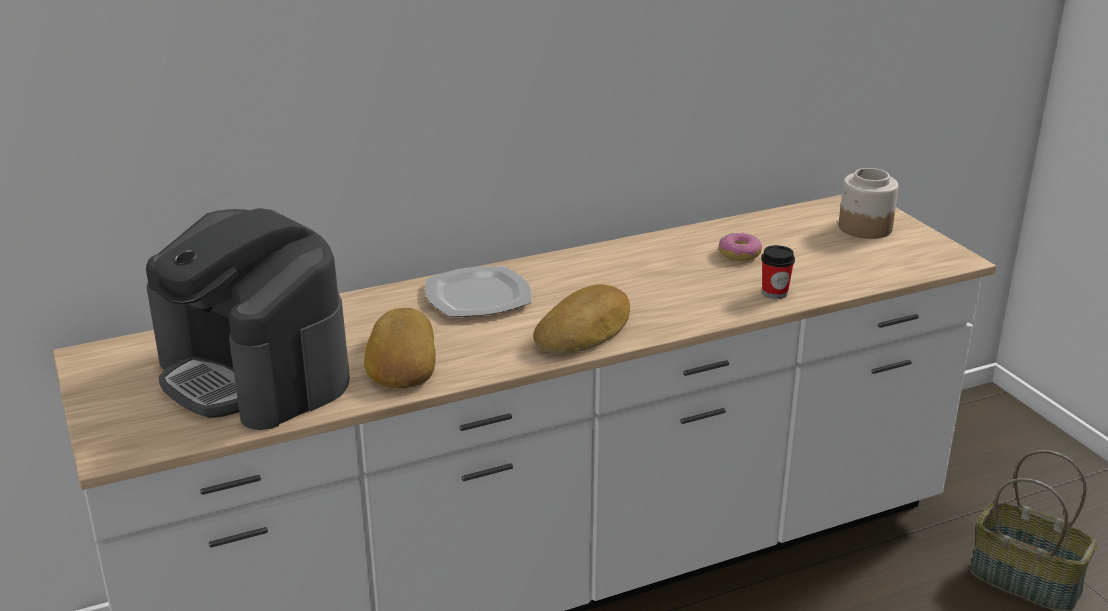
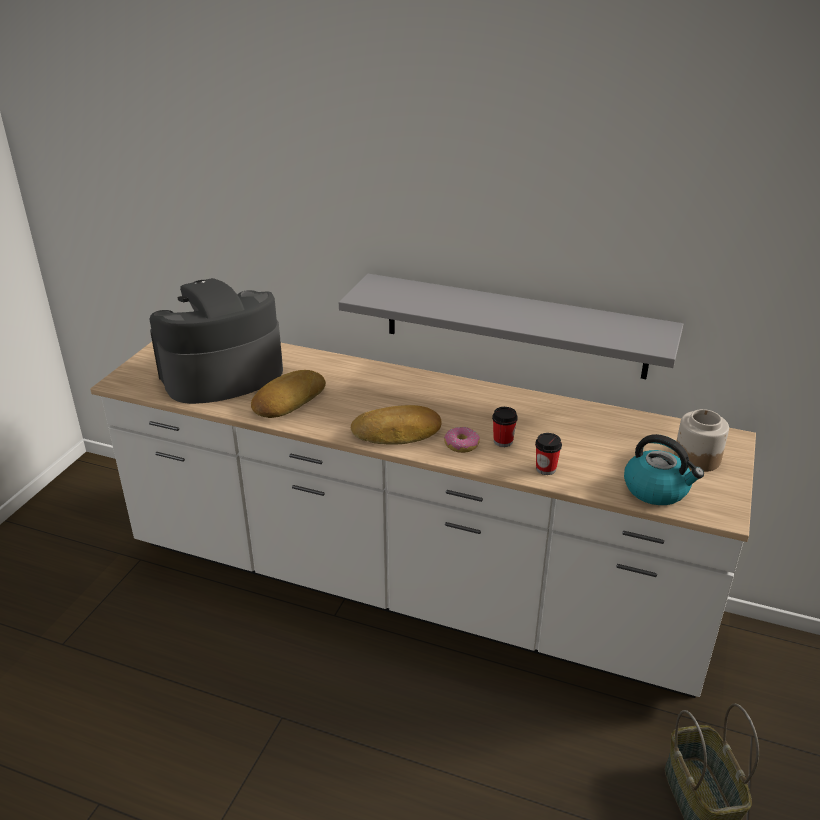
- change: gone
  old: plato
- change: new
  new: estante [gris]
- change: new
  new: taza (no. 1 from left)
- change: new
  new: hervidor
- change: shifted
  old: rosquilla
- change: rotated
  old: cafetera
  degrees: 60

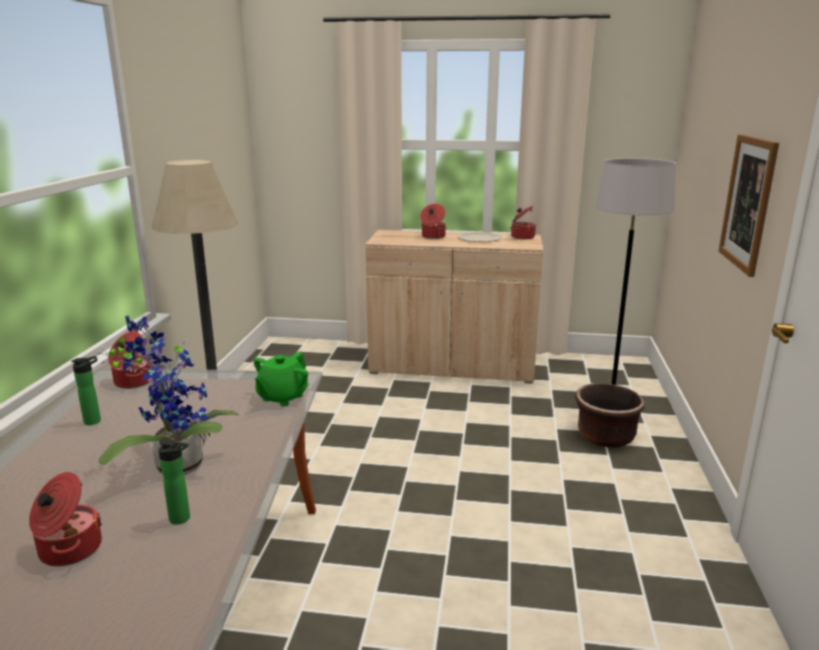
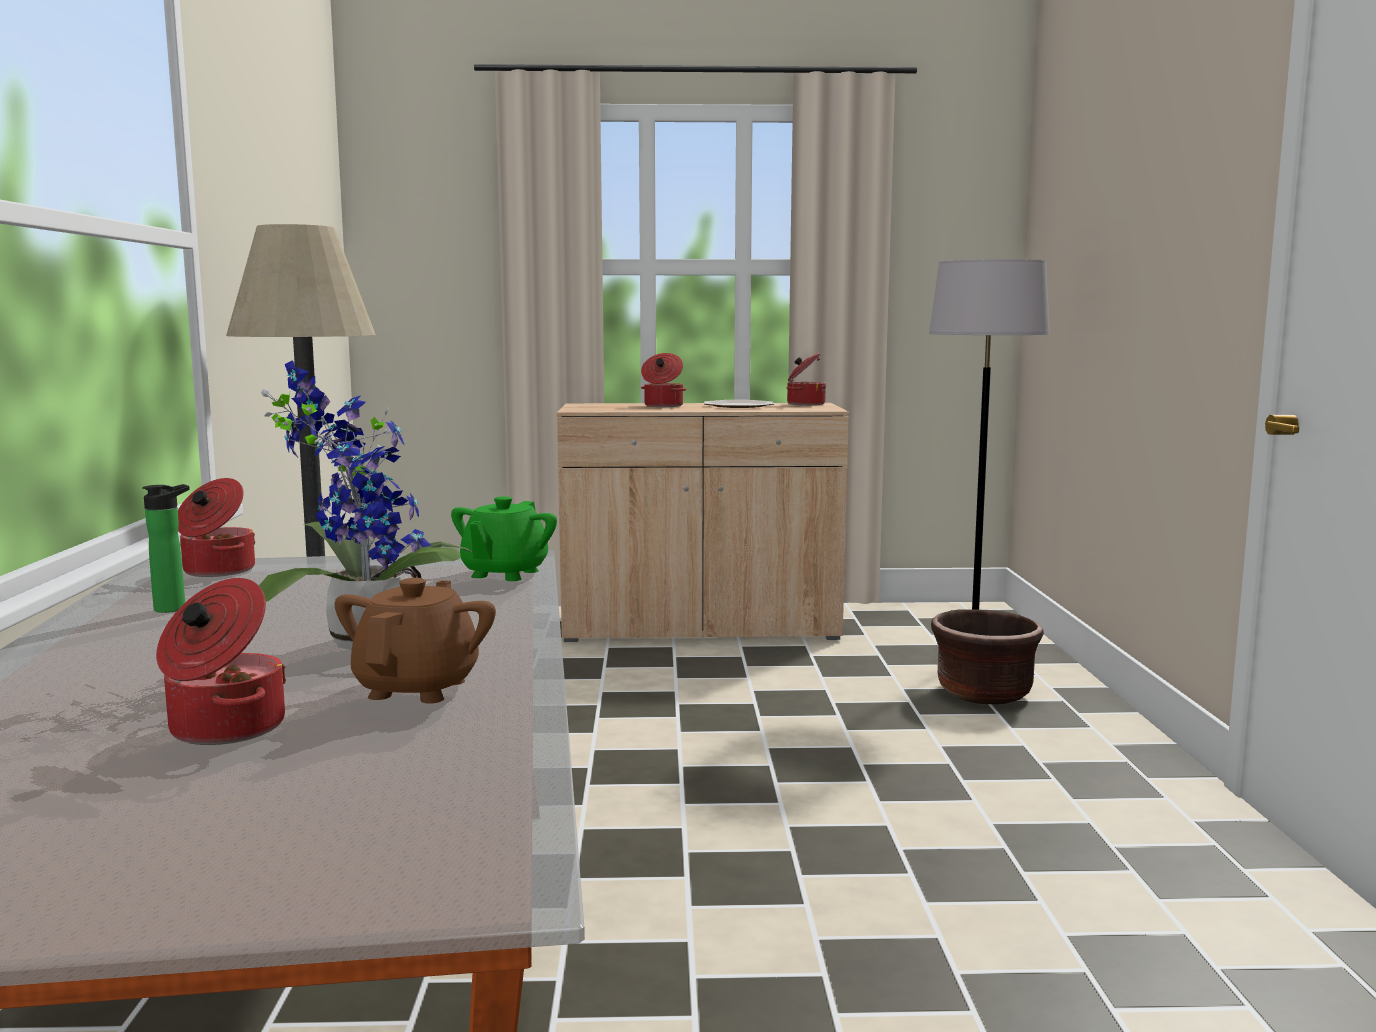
- change: gone
  old: cuadro
- change: swapped
  old: botella (no. 2 from left)
  new: tetera [marrón]

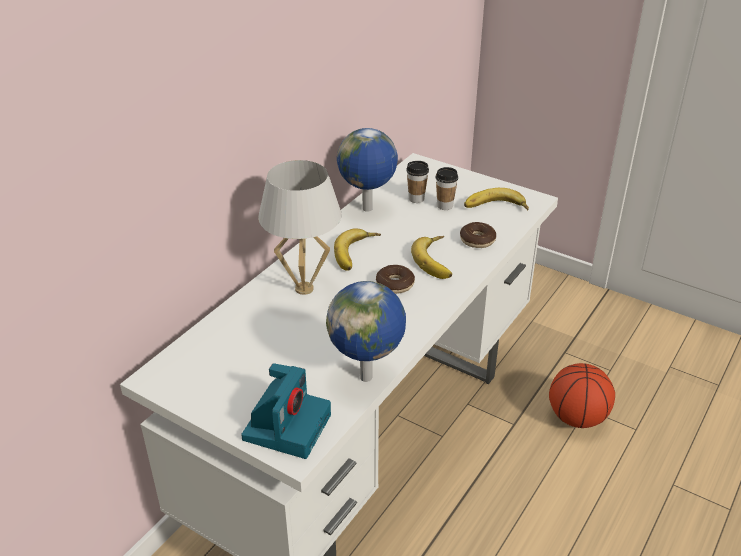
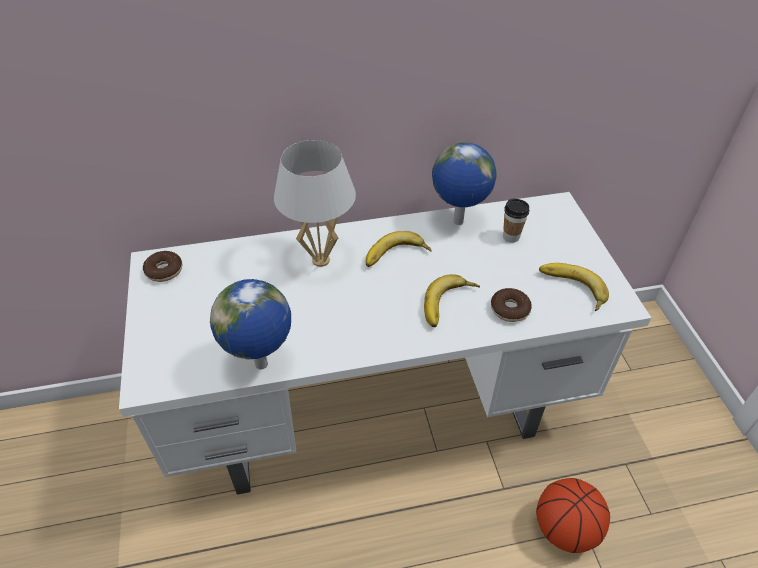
- change: gone
  old: cámara
- change: gone
  old: taza (no. 2 from left)
- change: shifted
  old: rosquilla (no. 1 from left)

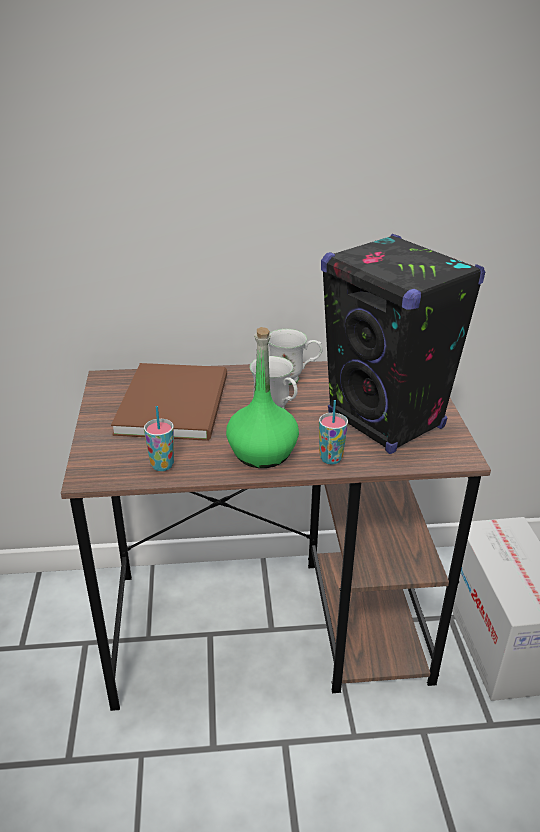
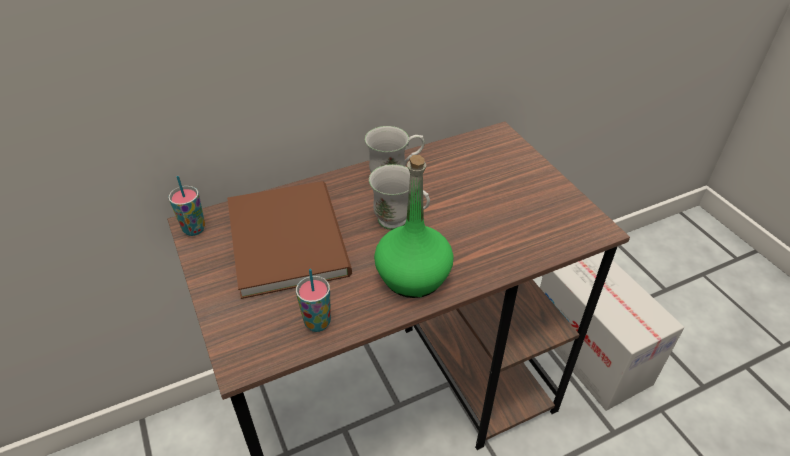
- change: gone
  old: altavoz [negro]
- change: shifted
  old: taza (no. 2 from left in the first image)
  new: taza (no. 1 from left)

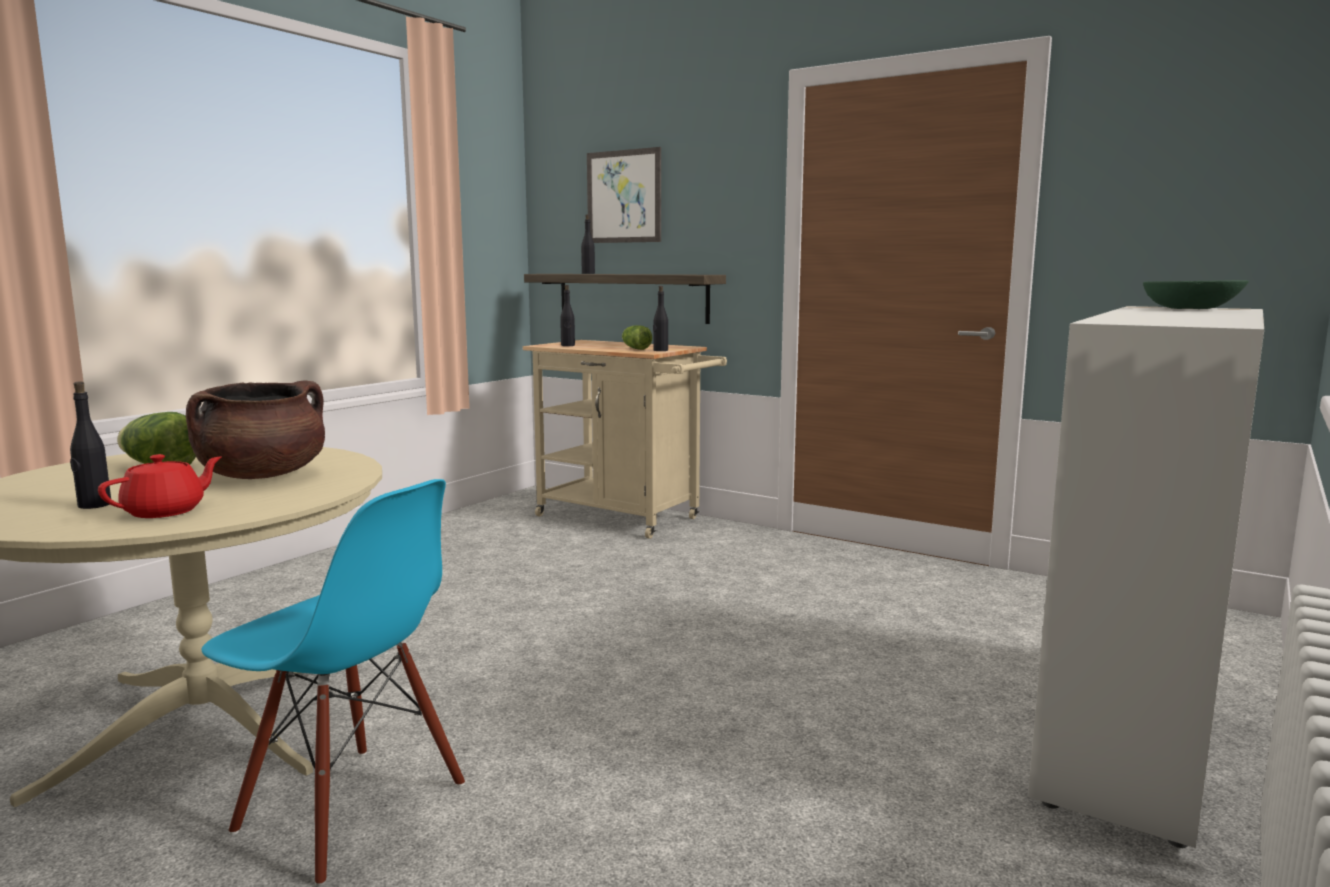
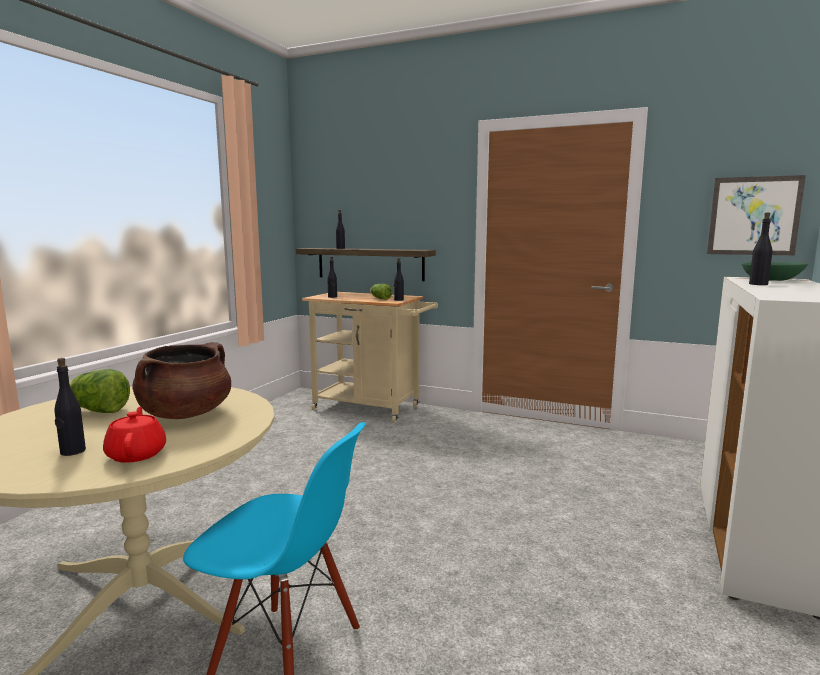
- change: new
  new: botella [negro] (no. 5 from left)
- change: shifted
  old: cuadro
- change: rotated
  old: tetera [rojo]
  degrees: -45

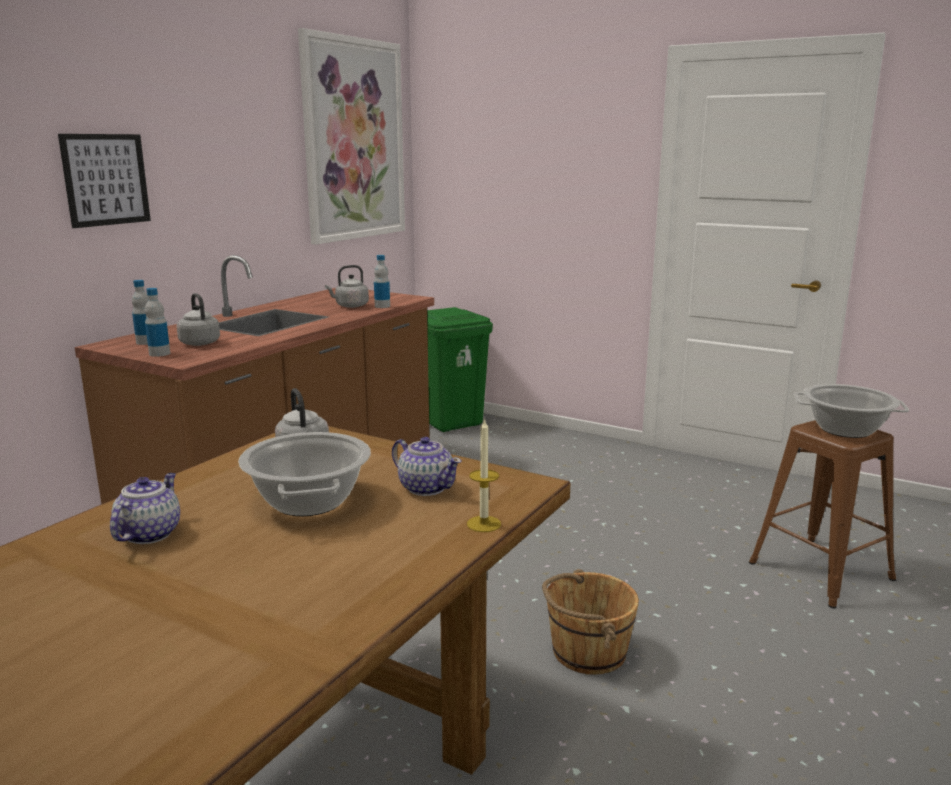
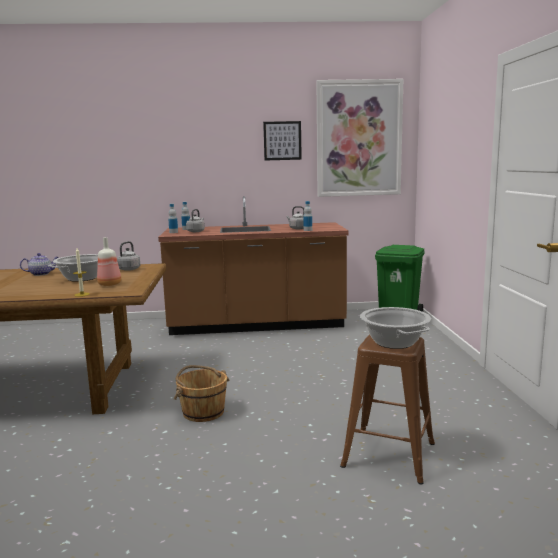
- change: shifted
  old: cuadro (no. 1 from left)
- change: swapped
  old: tetera (no. 2 from left)
  new: botella (no. 1 from left)

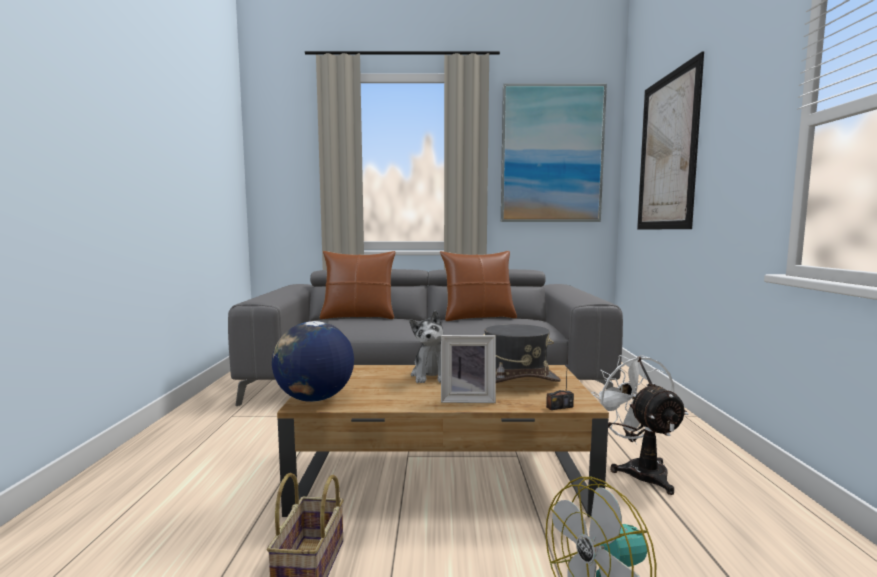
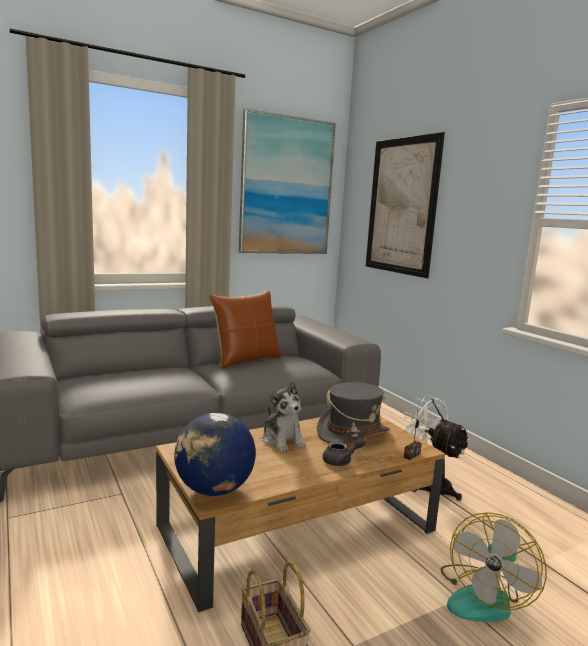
- change: gone
  old: cojín [marrón] (no. 1 from left)
- change: swapped
  old: portarretratos
  new: tetera [gris]

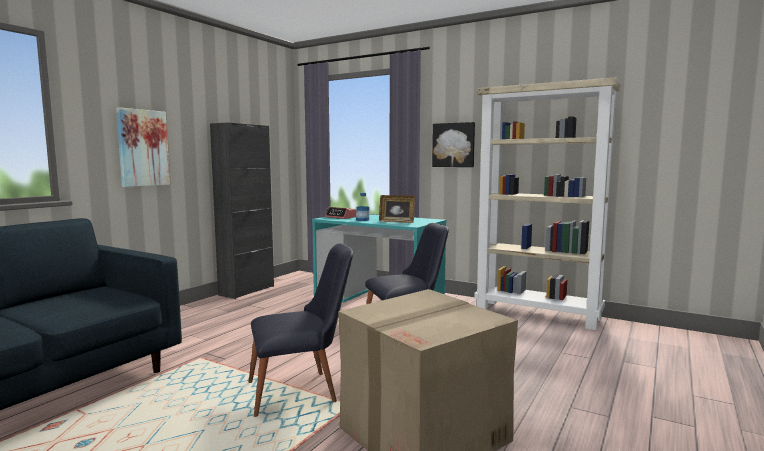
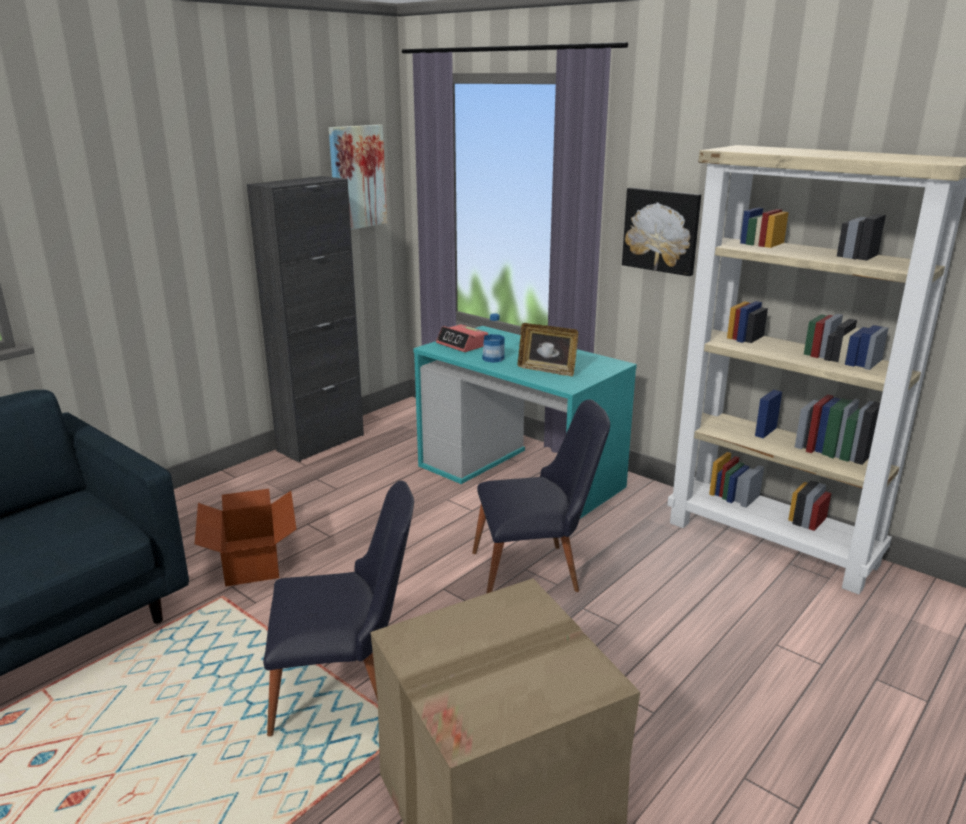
- change: new
  new: caja de cartón (no. 1 from left)
- change: shifted
  old: cuadro (no. 1 from left)

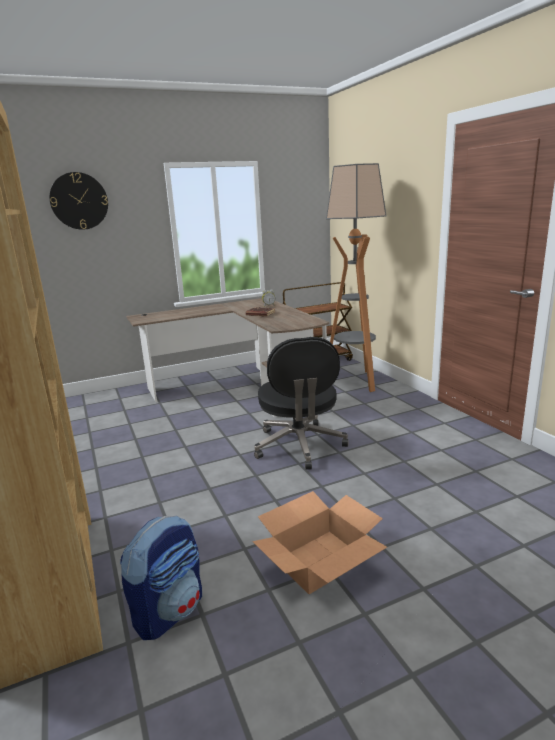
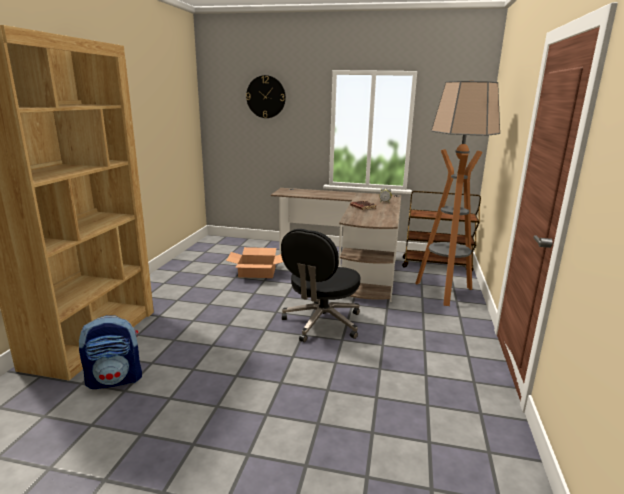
- change: shifted
  old: caja de cartón

